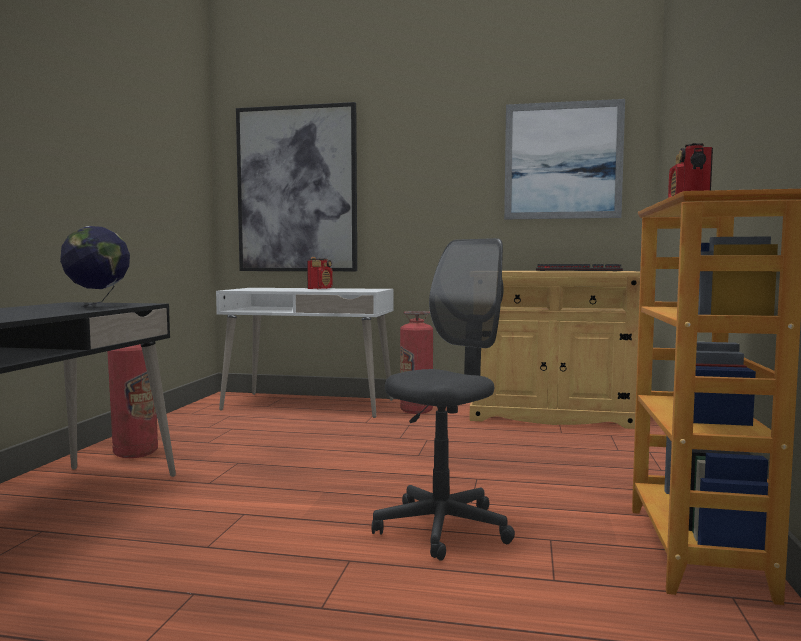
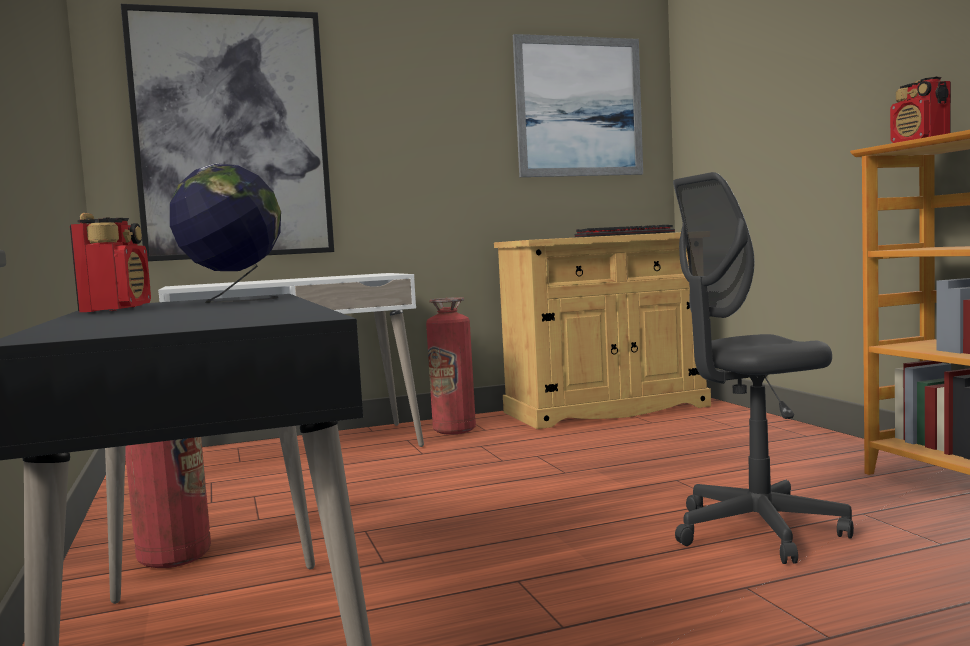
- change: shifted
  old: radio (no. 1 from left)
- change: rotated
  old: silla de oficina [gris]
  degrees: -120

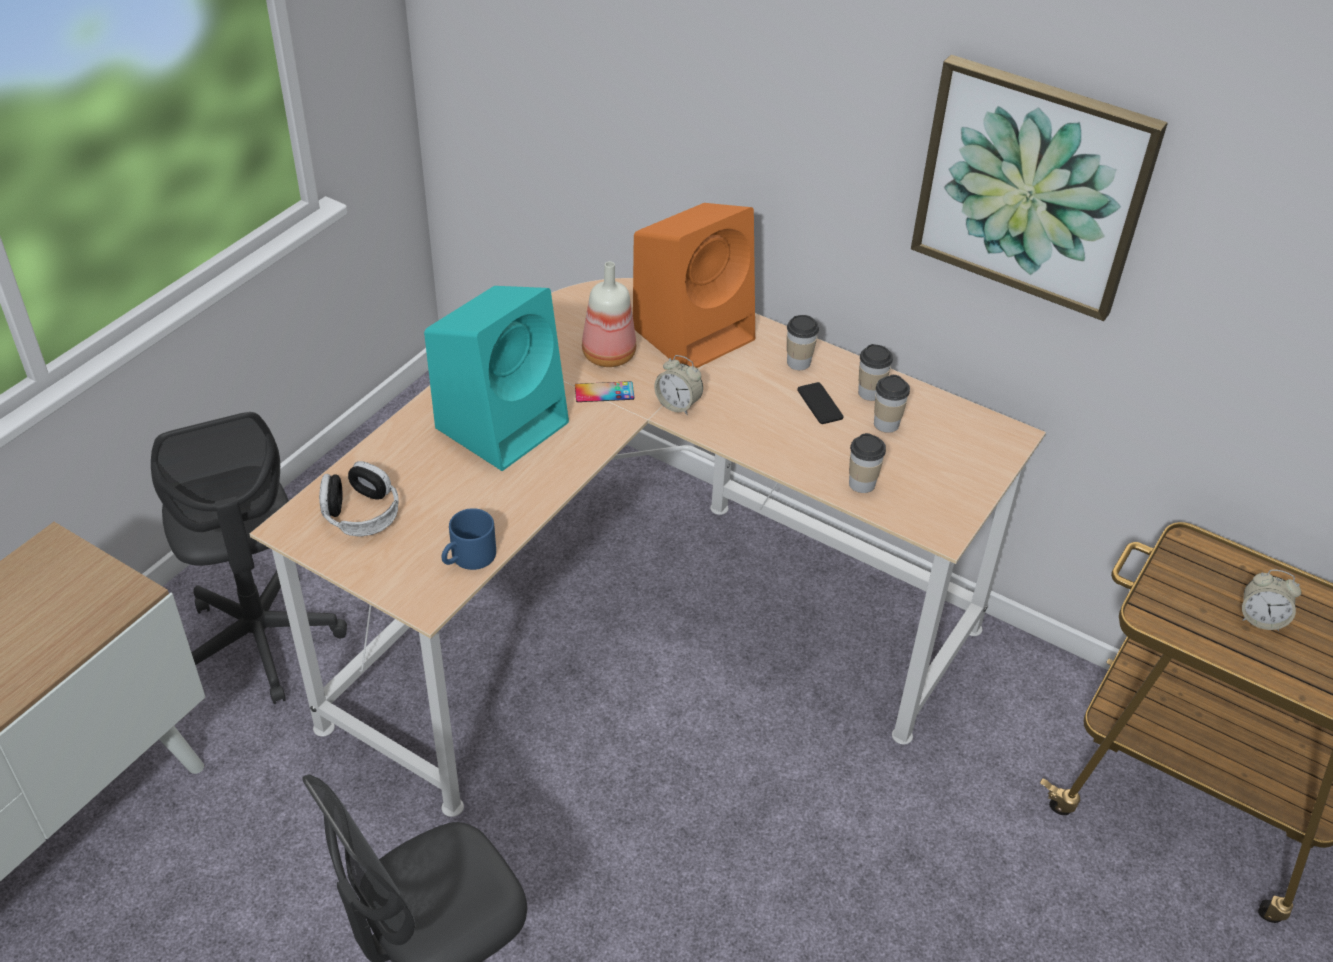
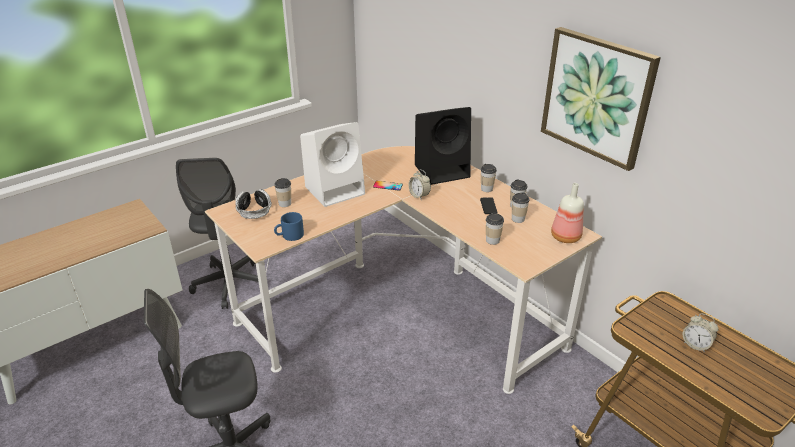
- change: new
  new: taza (no. 1 from left)
- change: shifted
  old: botella
- change: repainted
  old: altavoz [turquesa]
  new: altavoz [blanco]
- change: repainted
  old: altavoz [naranja]
  new: altavoz [negro]

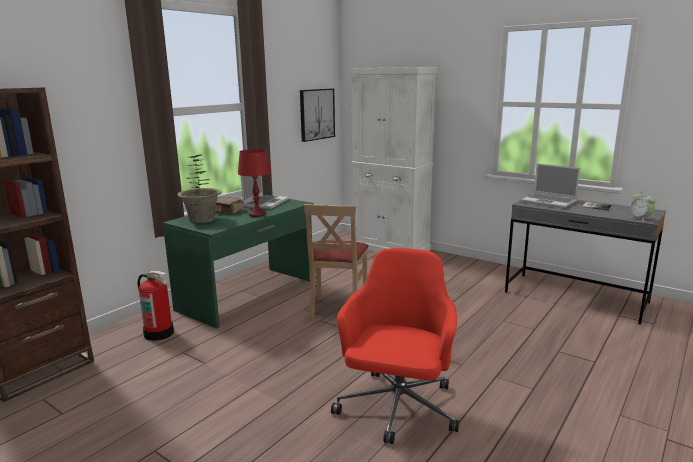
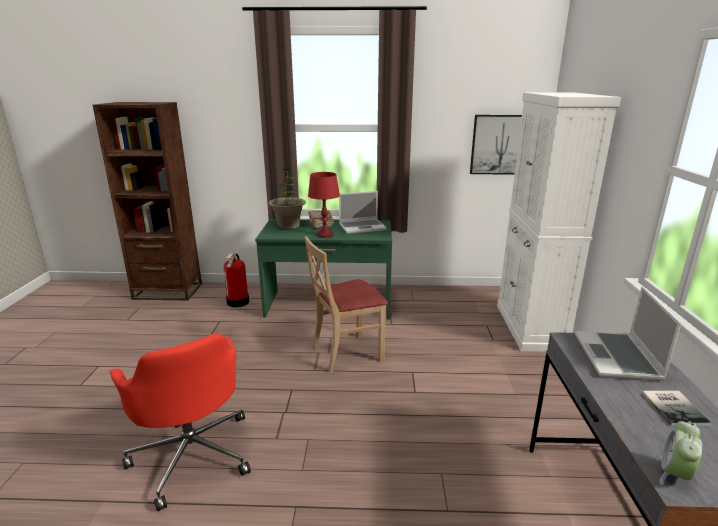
- change: rotated
  old: silla de oficina [rojo]
  degrees: 75

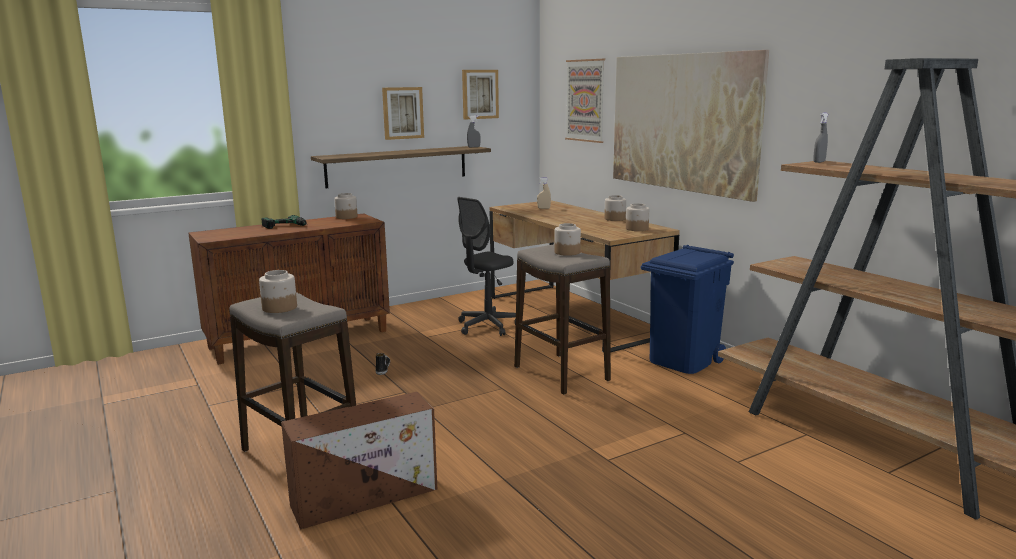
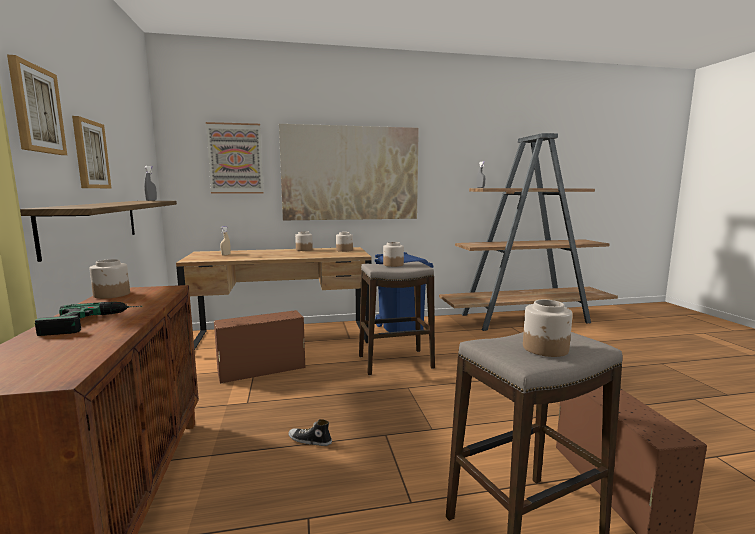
- change: shifted
  old: cuadro (no. 2 from left in the first image)
  new: cuadro (no. 1 from left)
- change: swapped
  old: silla de oficina [gris]
  new: caja de almacenaje [marrón] (no. 1 from left)

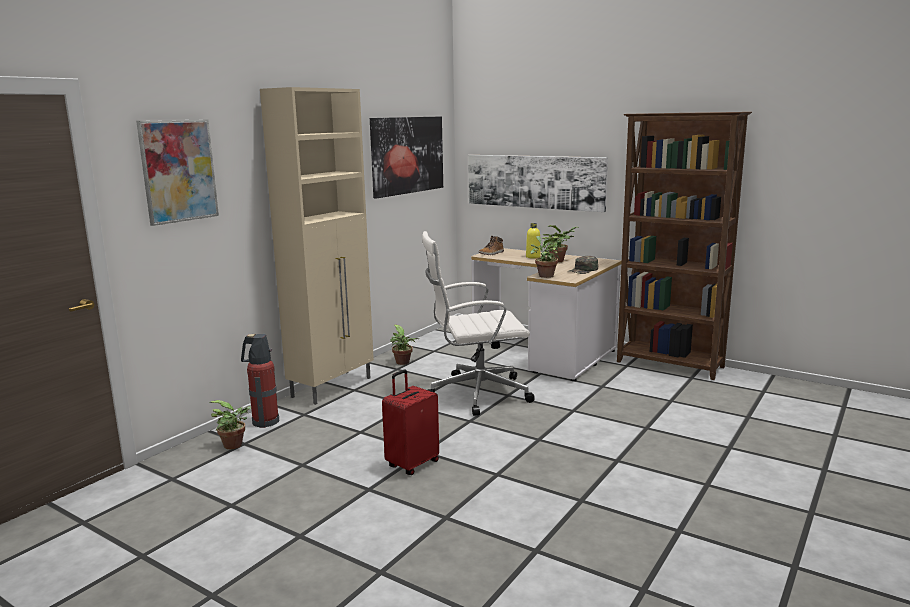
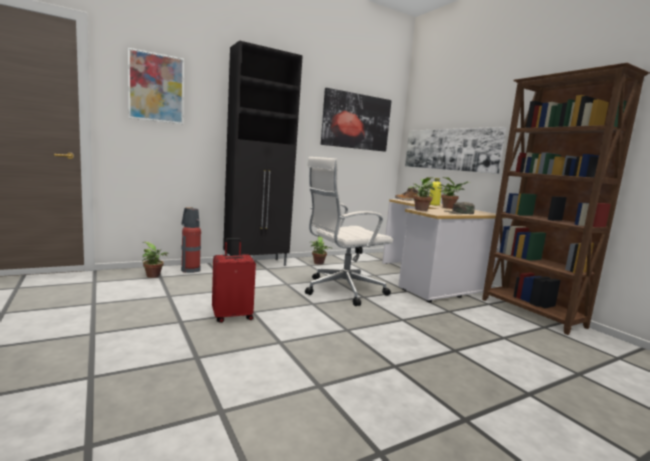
- change: repainted
  old: armario [beis]
  new: armario [negro]
- change: rotated
  old: silla de oficina [blanco]
  degrees: -45

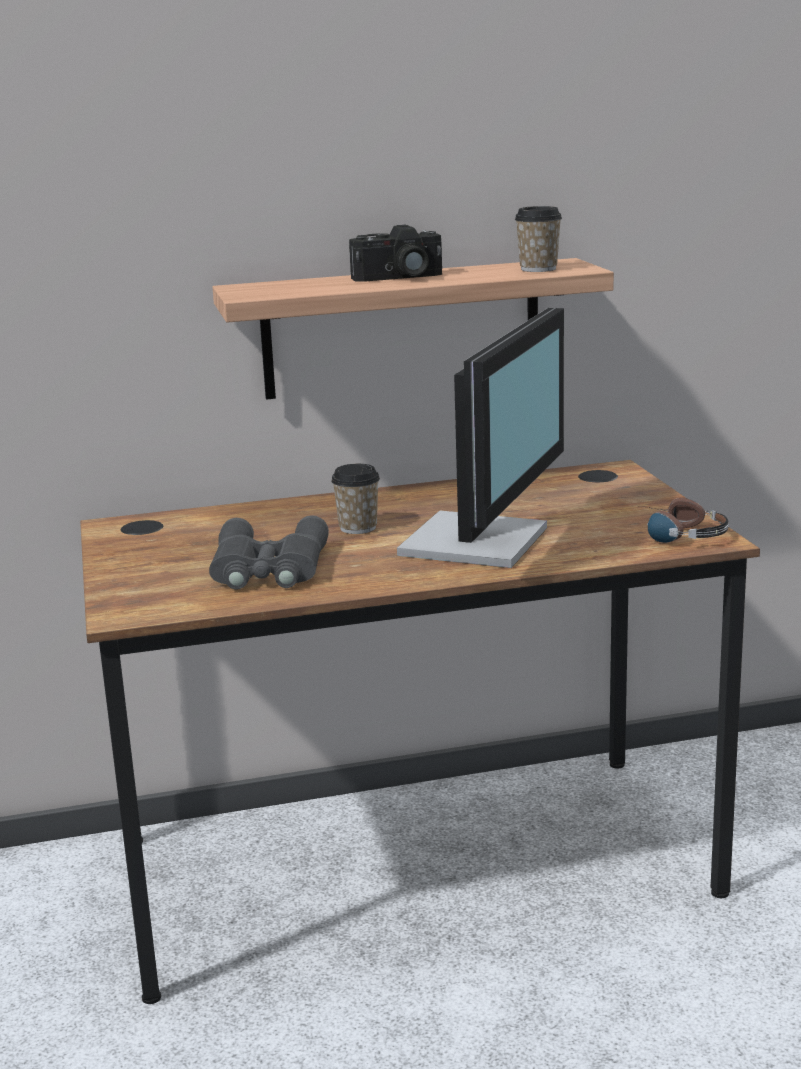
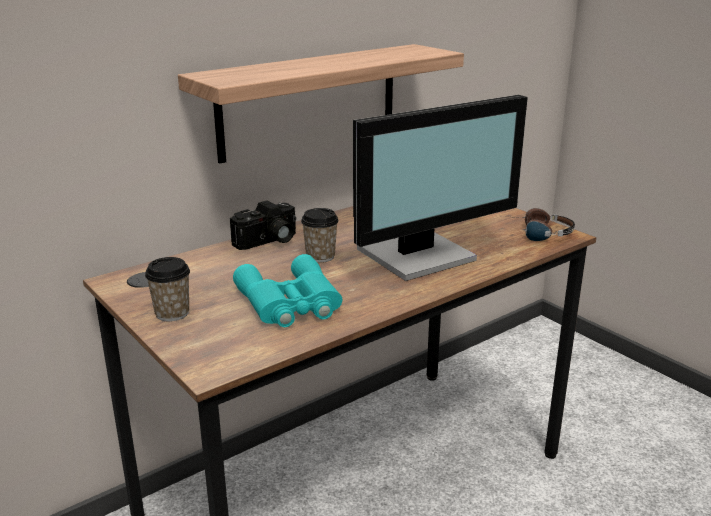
- change: shifted
  old: cámara
- change: shifted
  old: taza (no. 2 from left in the first image)
  new: taza (no. 1 from left)
- change: repainted
  old: prismáticos [gris]
  new: prismáticos [turquesa]
- change: rotated
  old: monitor
  degrees: 60

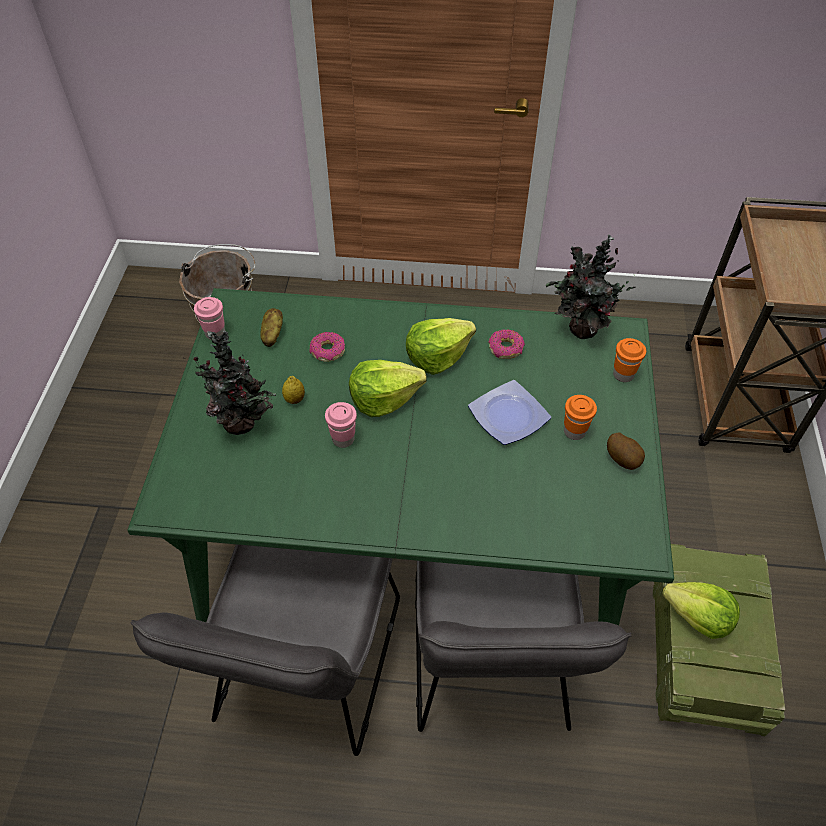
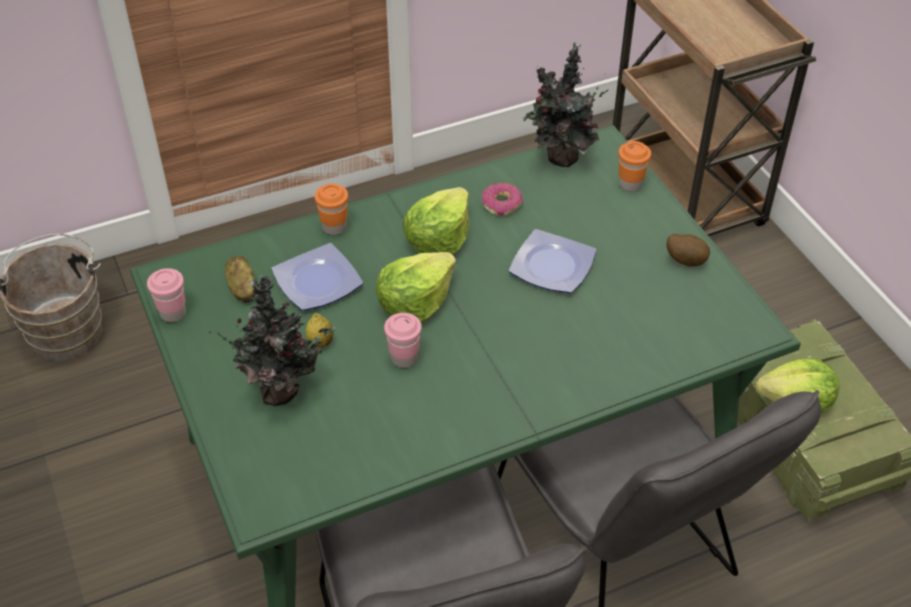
- change: shifted
  old: taza [naranja] (no. 1 from left)
- change: swapped
  old: rosquilla (no. 1 from left)
  new: plato (no. 1 from left)

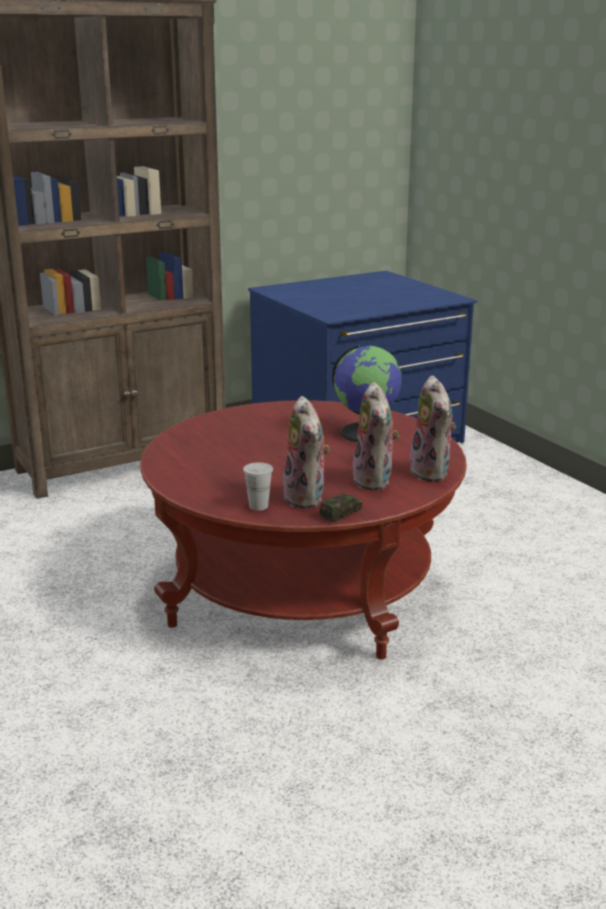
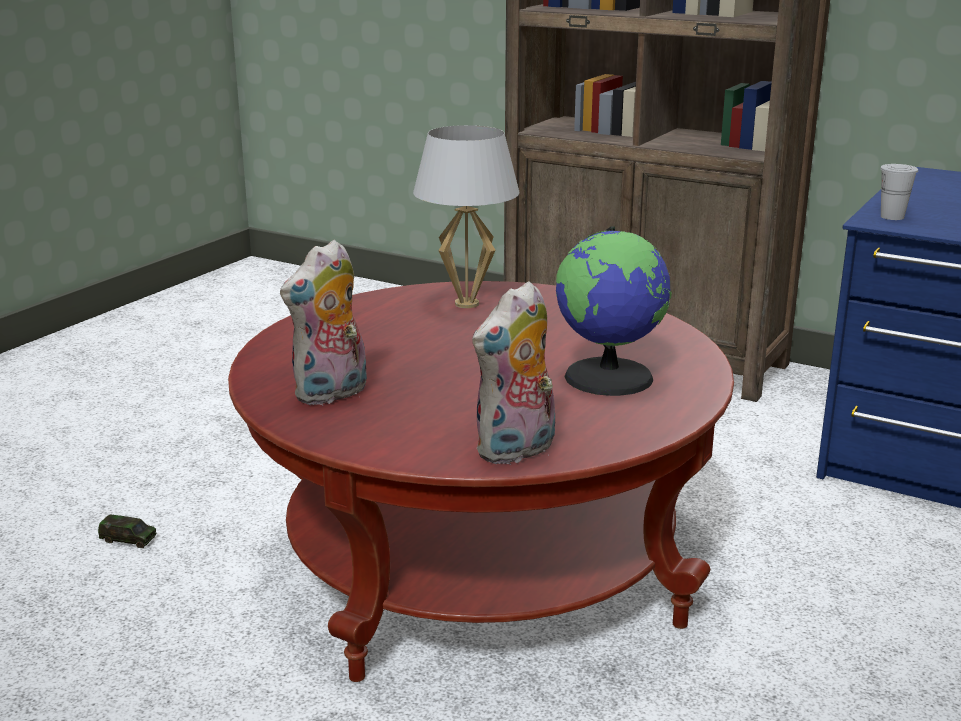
- change: gone
  old: peluche (no. 2 from left)
- change: new
  new: lámpara de mesa [blanco]
- change: shifted
  old: taza [blanco]
- change: shifted
  old: coche de juguete

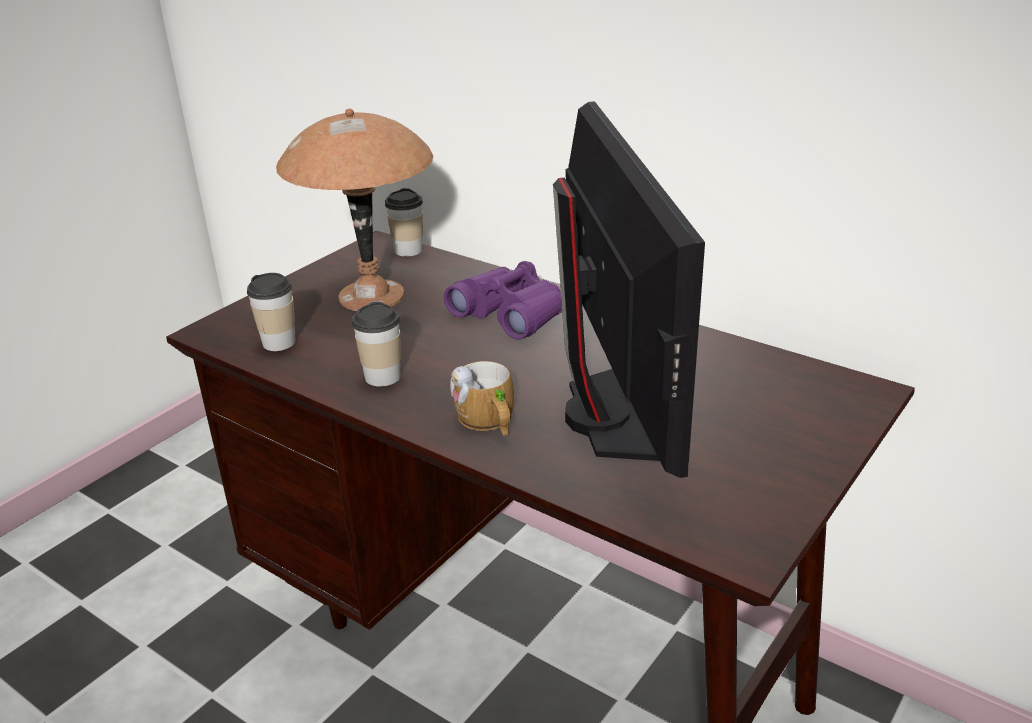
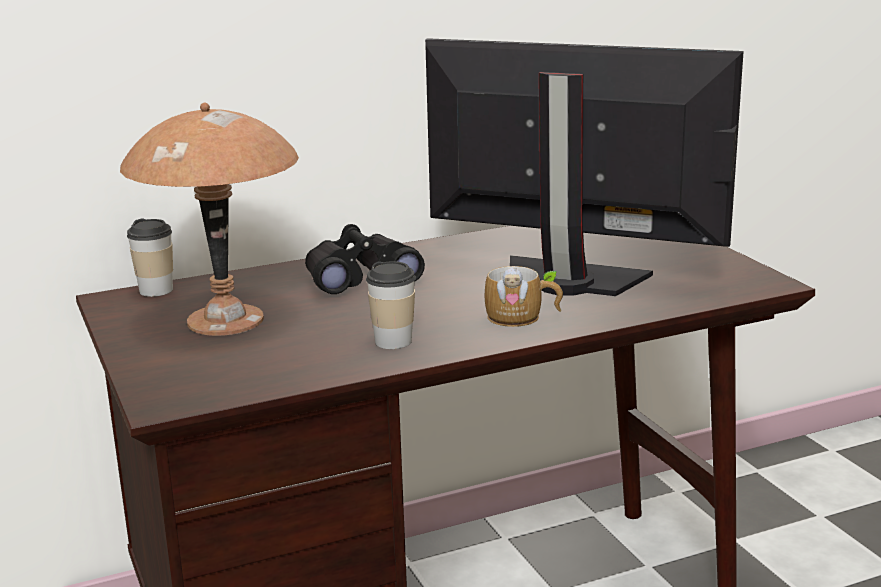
- change: gone
  old: taza (no. 1 from left)
- change: repainted
  old: prismáticos [morado]
  new: prismáticos [negro]

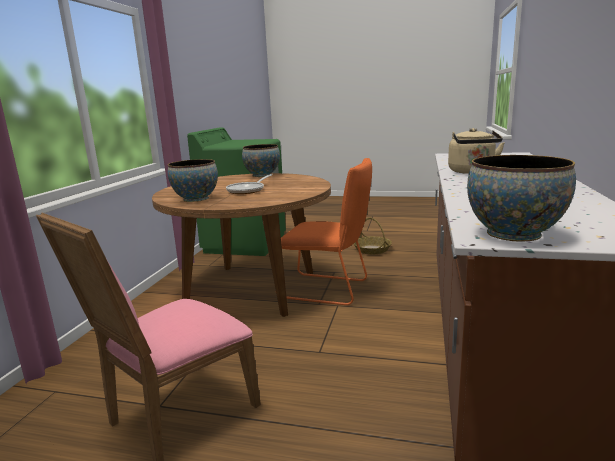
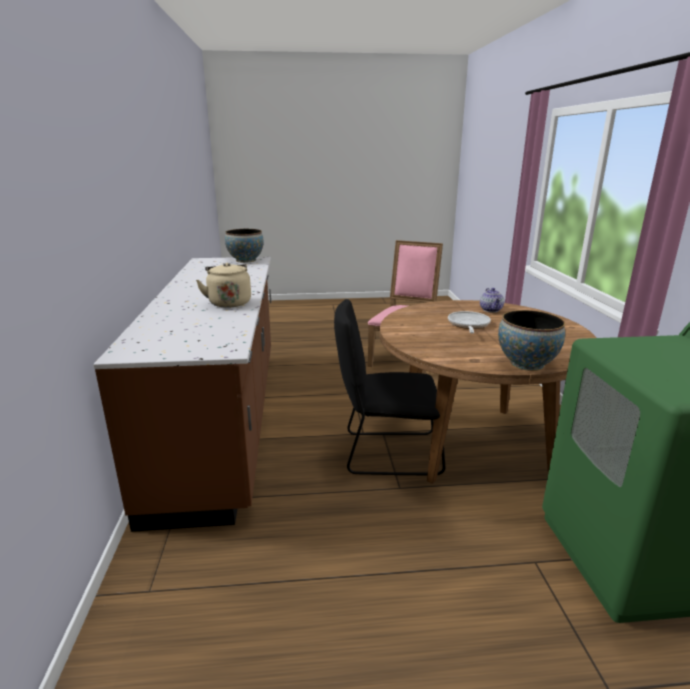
- change: gone
  old: cesta
- change: swapped
  old: cuenco (no. 1 from left)
  new: tetera
- change: repainted
  old: silla [naranja]
  new: silla [negro]

